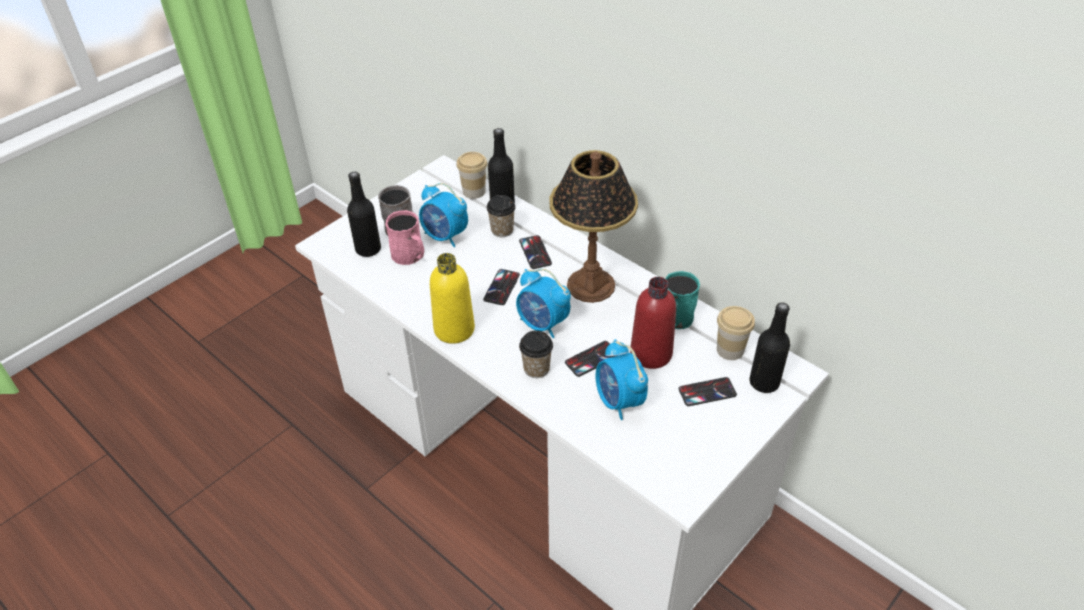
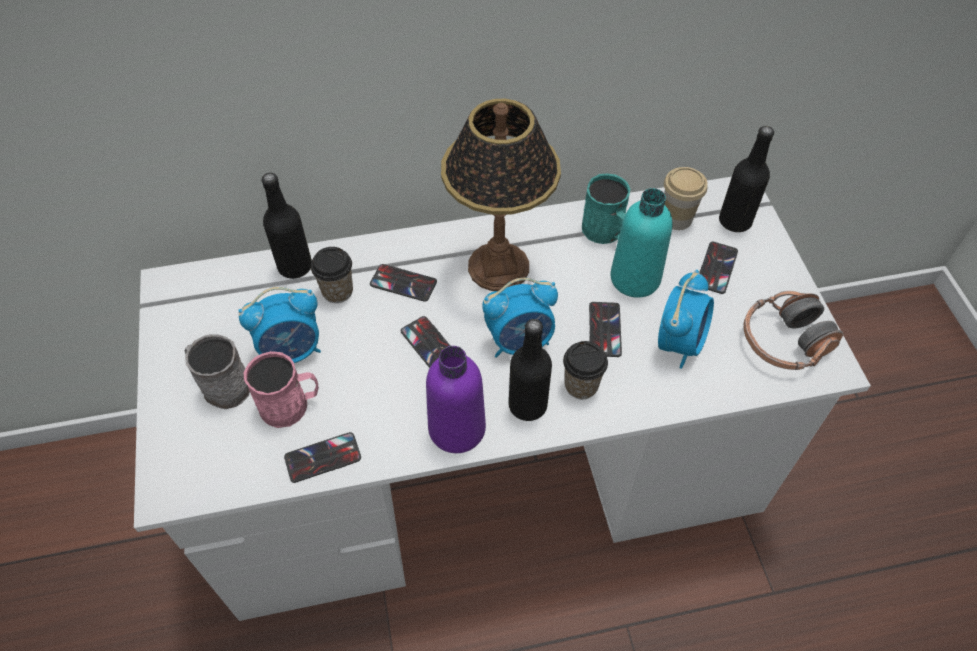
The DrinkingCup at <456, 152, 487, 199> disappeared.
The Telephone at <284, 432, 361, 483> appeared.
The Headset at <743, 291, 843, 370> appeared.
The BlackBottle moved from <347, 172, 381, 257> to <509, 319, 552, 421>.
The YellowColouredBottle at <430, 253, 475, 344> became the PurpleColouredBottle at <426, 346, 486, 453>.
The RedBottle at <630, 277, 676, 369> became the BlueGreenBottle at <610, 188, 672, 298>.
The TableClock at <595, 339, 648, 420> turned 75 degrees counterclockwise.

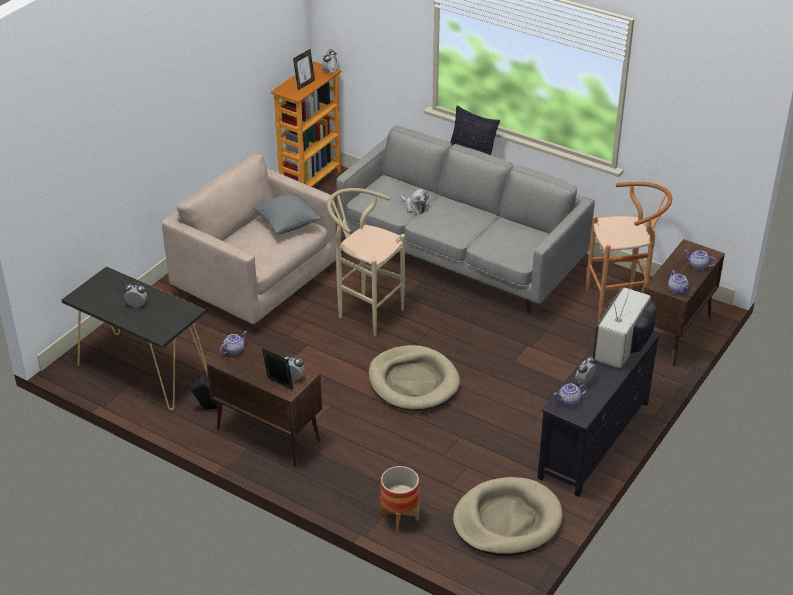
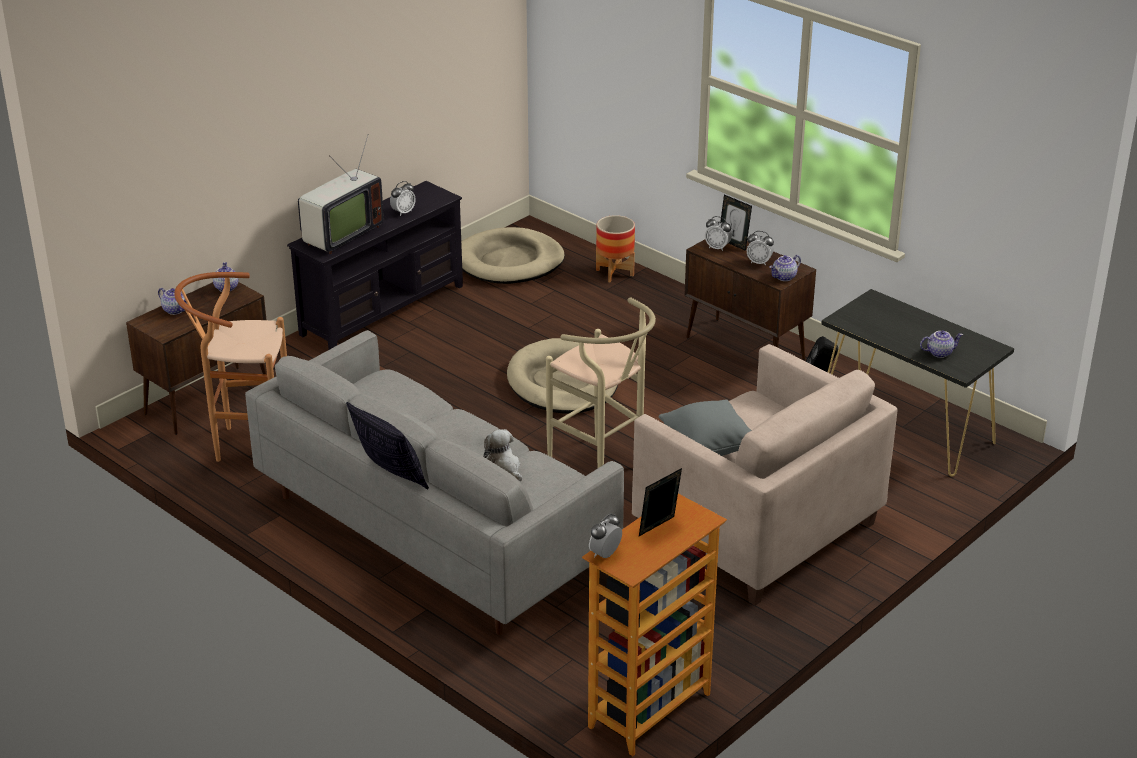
The TableClock moved from <124, 282, 147, 307> to <747, 231, 774, 266>.
The Teapot moved from <554, 384, 587, 406> to <920, 330, 963, 358>.

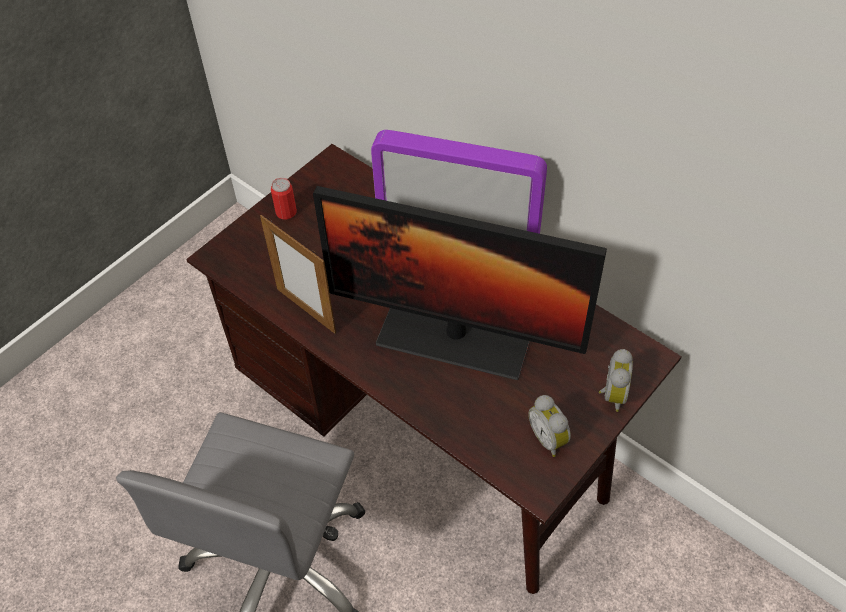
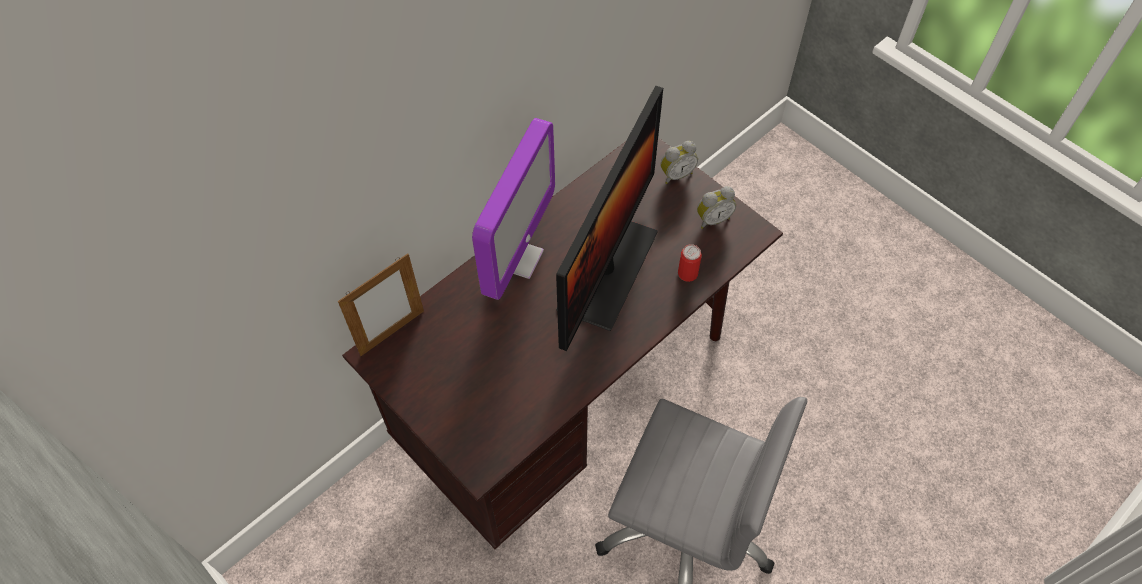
The PictureFrame moved from <260, 215, 336, 334> to <338, 253, 424, 356>.
The Can moved from <271, 178, 297, 219> to <678, 244, 702, 282>.
The TableClock at <599, 349, 633, 412> turned 135 degrees clockwise.

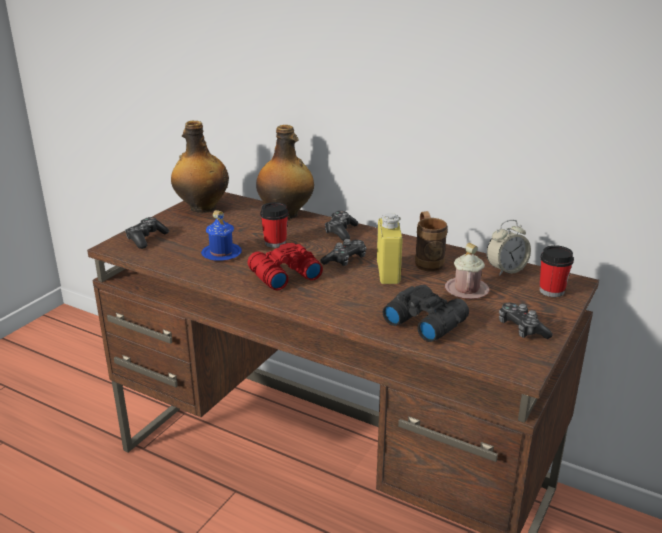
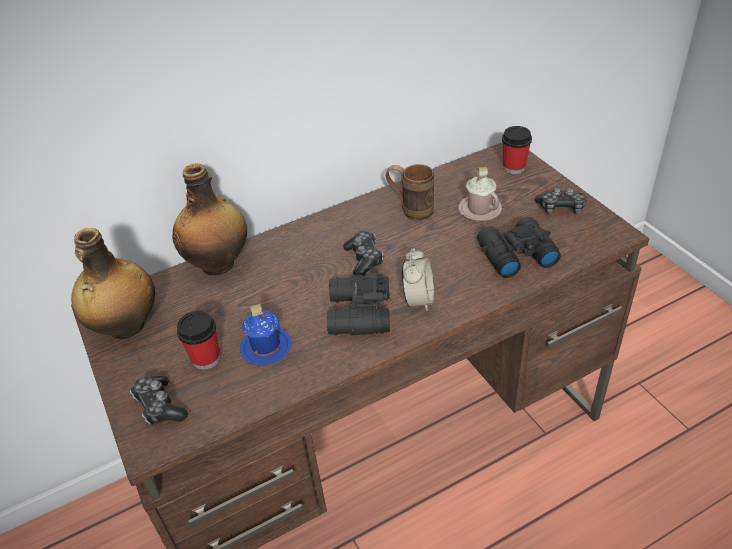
The GameController at <325, 211, 358, 241> disappeared.
The YellowColouredBottle at <377, 213, 402, 284> disappeared.
The DrinkingCup moved from <260, 202, 288, 248> to <177, 311, 220, 370>.
The TableClock moved from <486, 220, 531, 276> to <402, 248, 434, 312>.
The RedBinoculars at <248, 243, 323, 290> became the BlackBinoculars at <327, 273, 390, 335>.

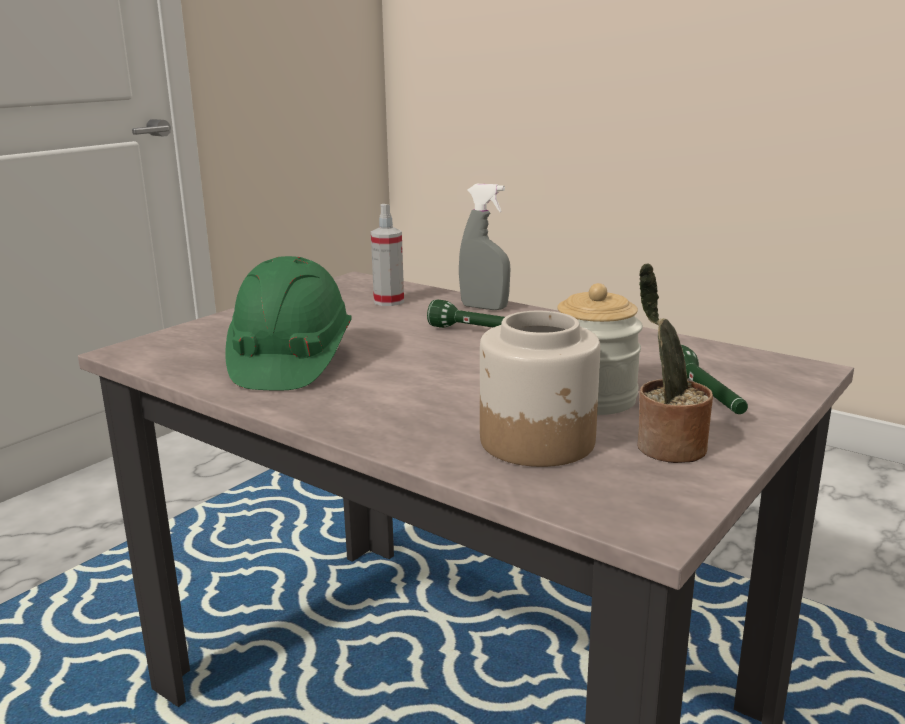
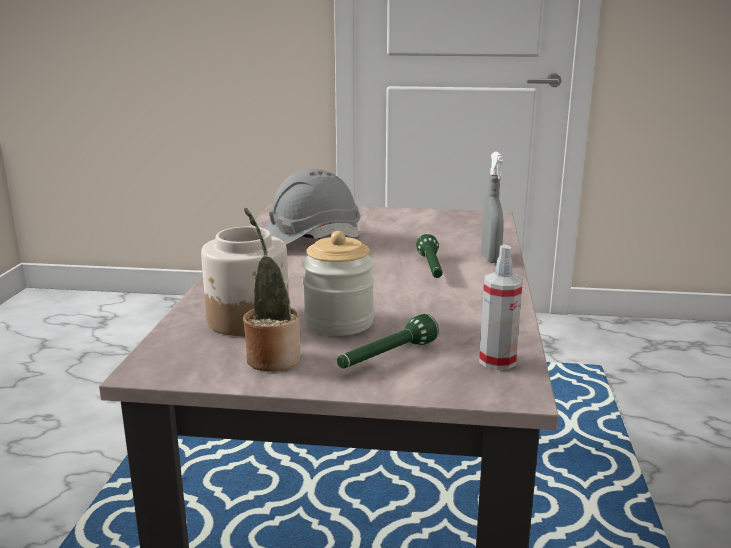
The HandSprayer moved from <371, 204, 404, 306> to <479, 245, 523, 370>.
The GreenSafetyHelmet at <225, 256, 352, 390> became the GreyishSafetyHelmet at <264, 169, 360, 245>.

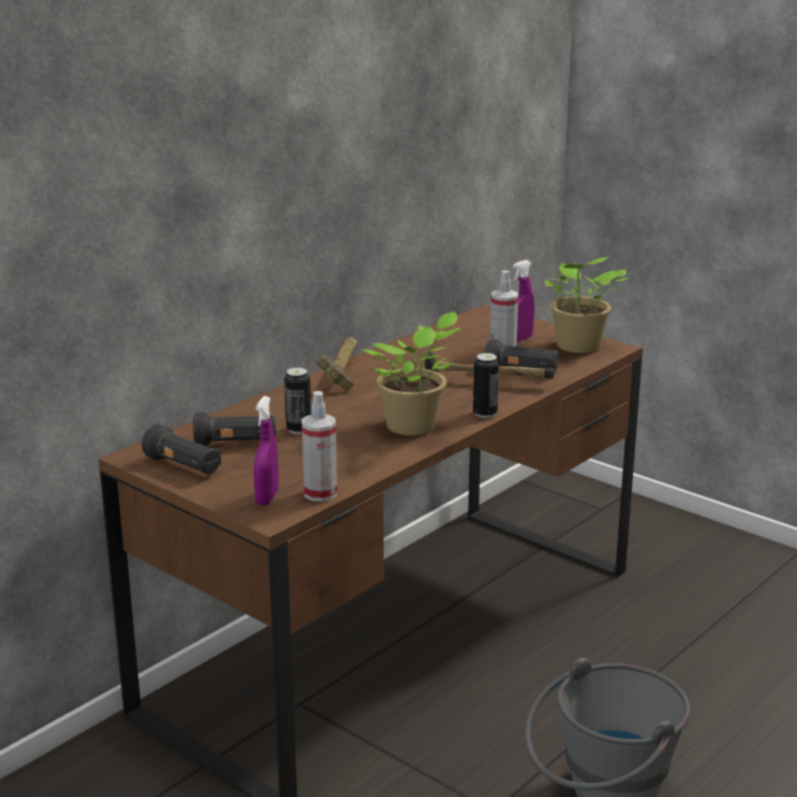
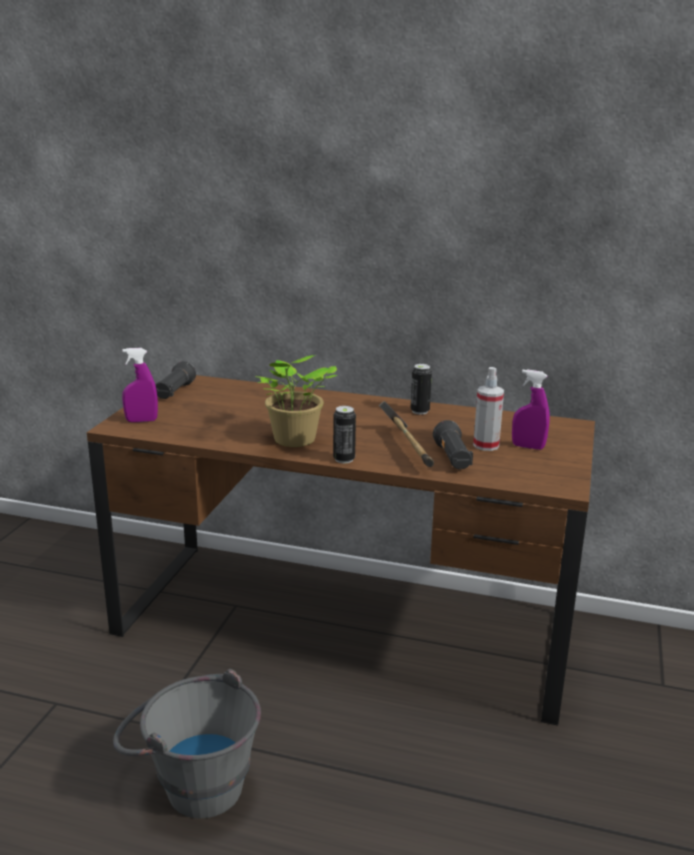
The BlackTorch at <193, 412, 276, 446> disappeared.
The HandSprayer at <302, 391, 337, 502> disappeared.
The HandHammer at <317, 337, 357, 391> disappeared.
The PottedPlant at <545, 257, 629, 353> disappeared.
The Can moved from <284, 367, 311, 434> to <411, 364, 432, 415>.

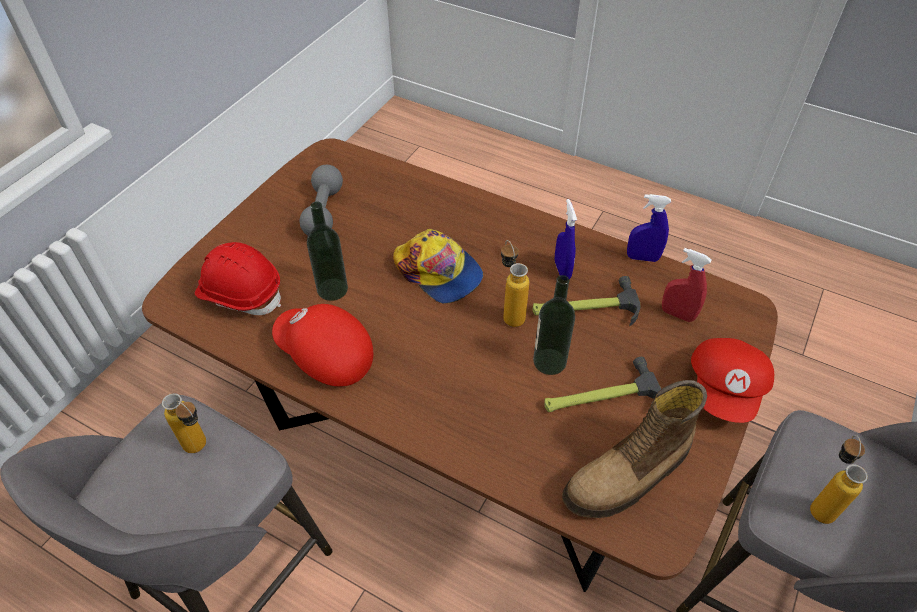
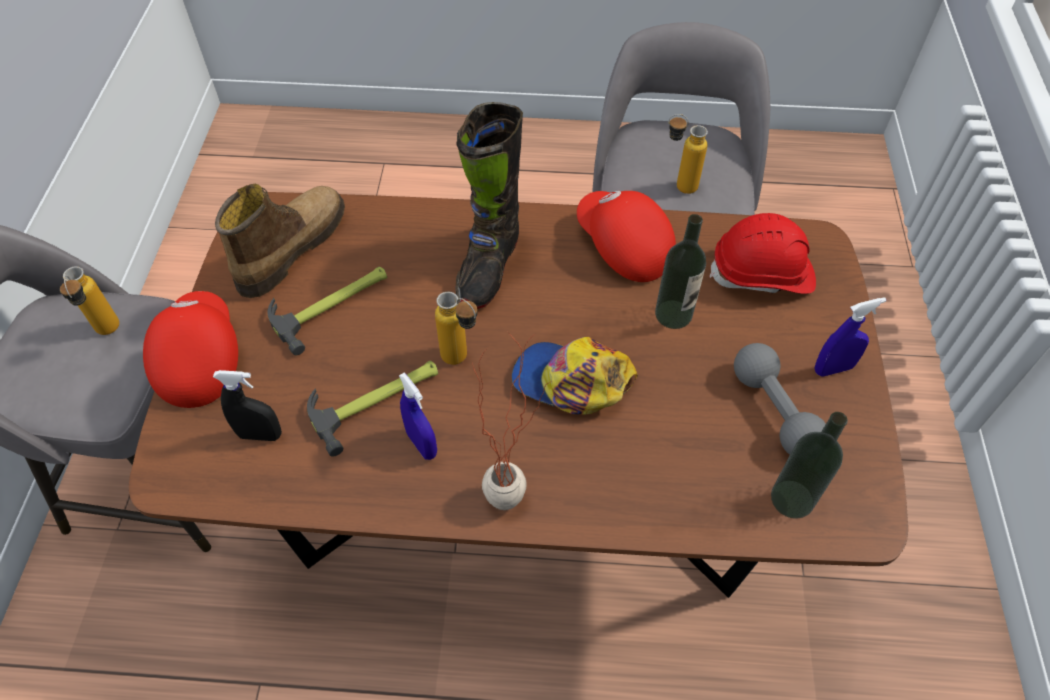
The BlackHighTopBoot at <455, 102, 523, 309> appeared.
The PottedPlant at <472, 331, 550, 510> appeared.
The Bottle moved from <533, 275, 575, 375> to <771, 412, 848, 519>.
The BlueColouredHandSprayer moved from <627, 194, 671, 262> to <815, 297, 886, 377>.
The RedHandSprayer at <662, 248, 712, 322> became the BlackHandSprayer at <213, 370, 282, 441>.
The RedCap at <272, 304, 373, 387> turned 135 degrees counterclockwise.

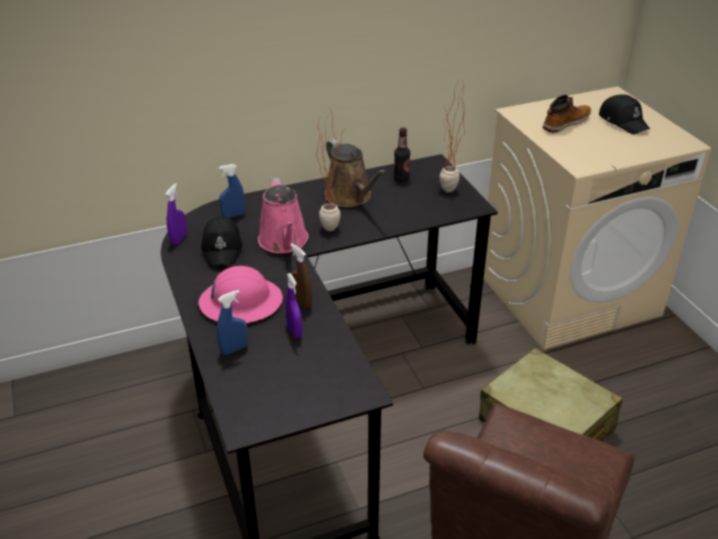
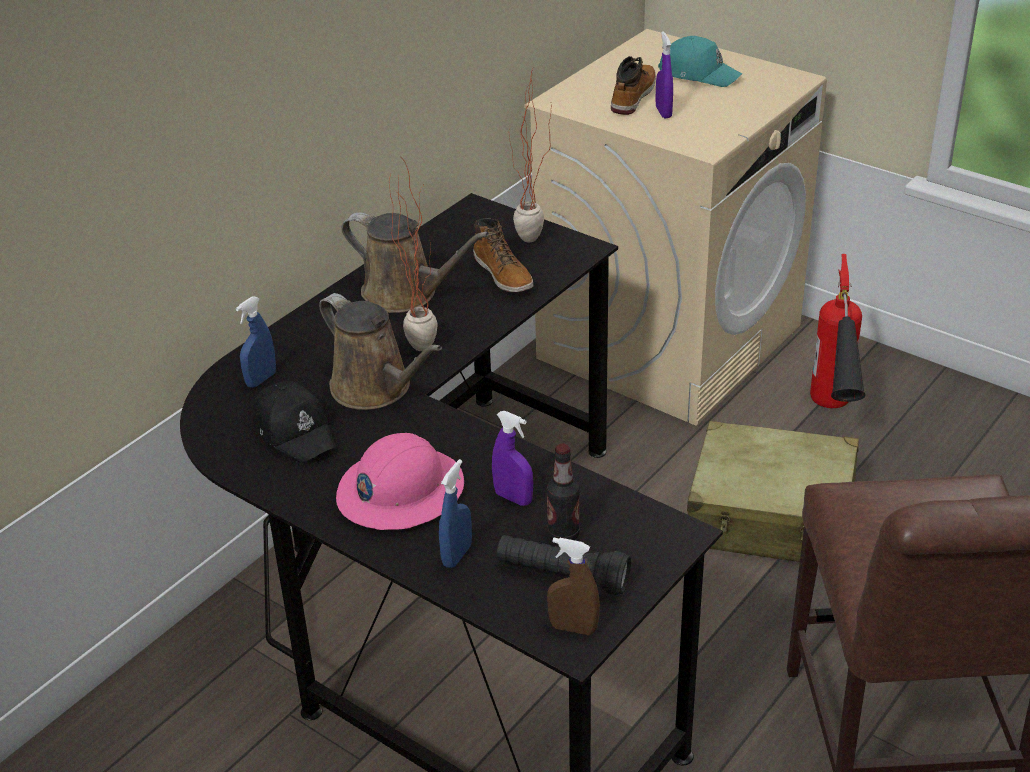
The HighTopBoot at <473, 218, 533, 292> appeared.
The BlackTorch at <497, 535, 631, 595> appeared.
The FireFightingCylinder at <810, 254, 866, 408> appeared.
The PurpleColouredHandSprayer moved from <165, 183, 187, 245> to <656, 31, 673, 118>.
The BrownHandSprayer moved from <290, 243, 312, 308> to <547, 538, 600, 635>.
The Bottle moved from <394, 128, 410, 182> to <546, 444, 580, 540>.
The PinkWateringCan at <258, 178, 309, 253> became the BrownWateringCan at <319, 293, 442, 410>.
The BlackCap at <599, 94, 650, 134> became the BlueGreenCap at <658, 36, 742, 87>.

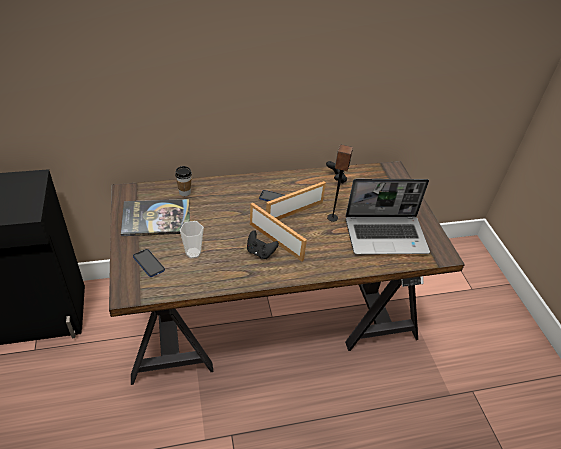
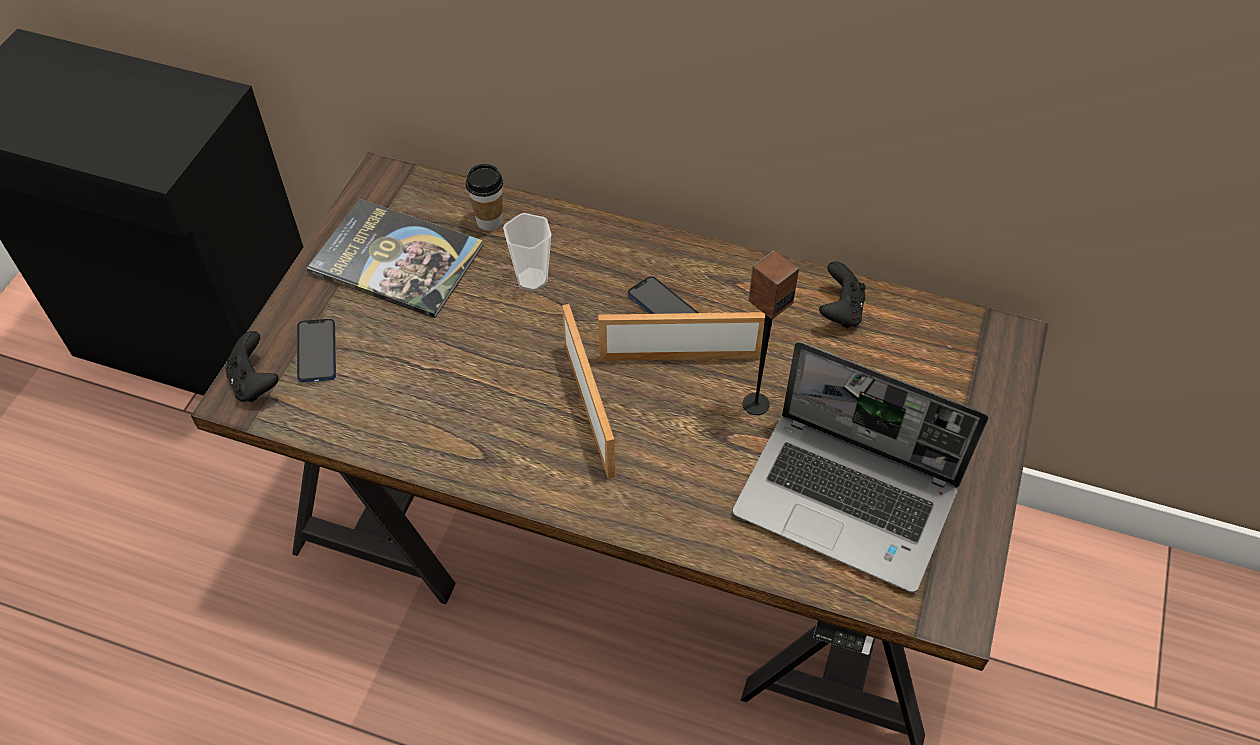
The DrinkingCup moved from <180, 221, 204, 259> to <503, 213, 551, 291>.
The BlackGameController moved from <247, 230, 279, 259> to <225, 331, 279, 402>.

